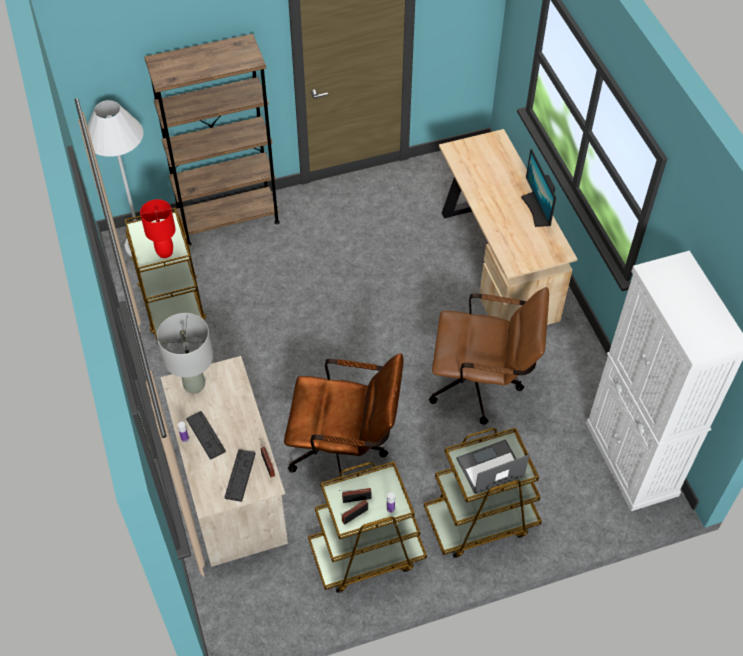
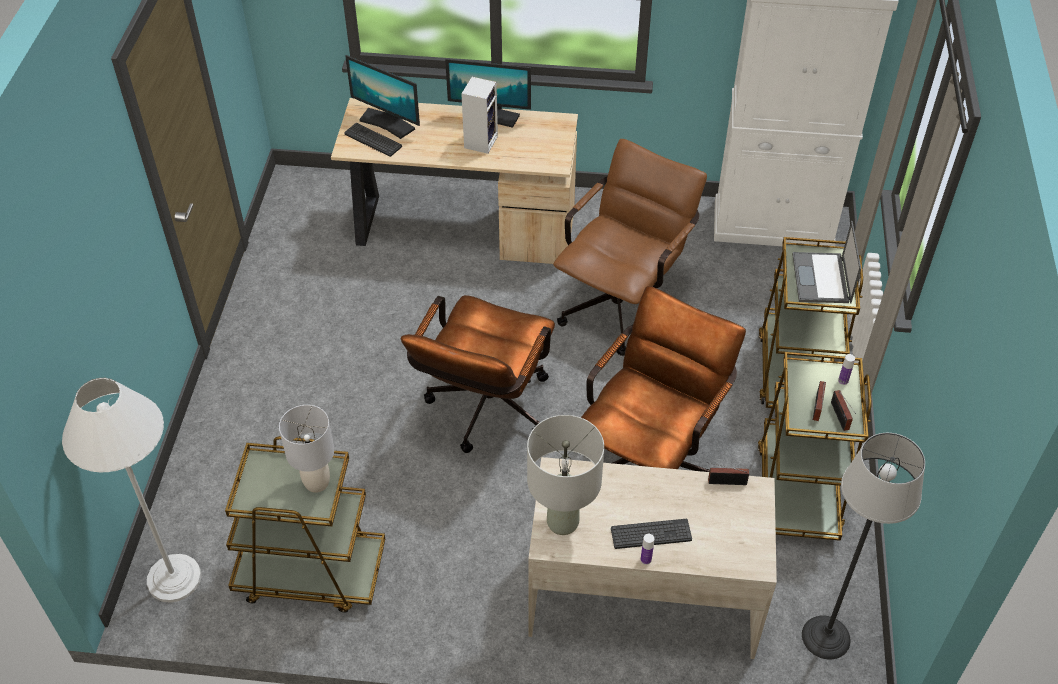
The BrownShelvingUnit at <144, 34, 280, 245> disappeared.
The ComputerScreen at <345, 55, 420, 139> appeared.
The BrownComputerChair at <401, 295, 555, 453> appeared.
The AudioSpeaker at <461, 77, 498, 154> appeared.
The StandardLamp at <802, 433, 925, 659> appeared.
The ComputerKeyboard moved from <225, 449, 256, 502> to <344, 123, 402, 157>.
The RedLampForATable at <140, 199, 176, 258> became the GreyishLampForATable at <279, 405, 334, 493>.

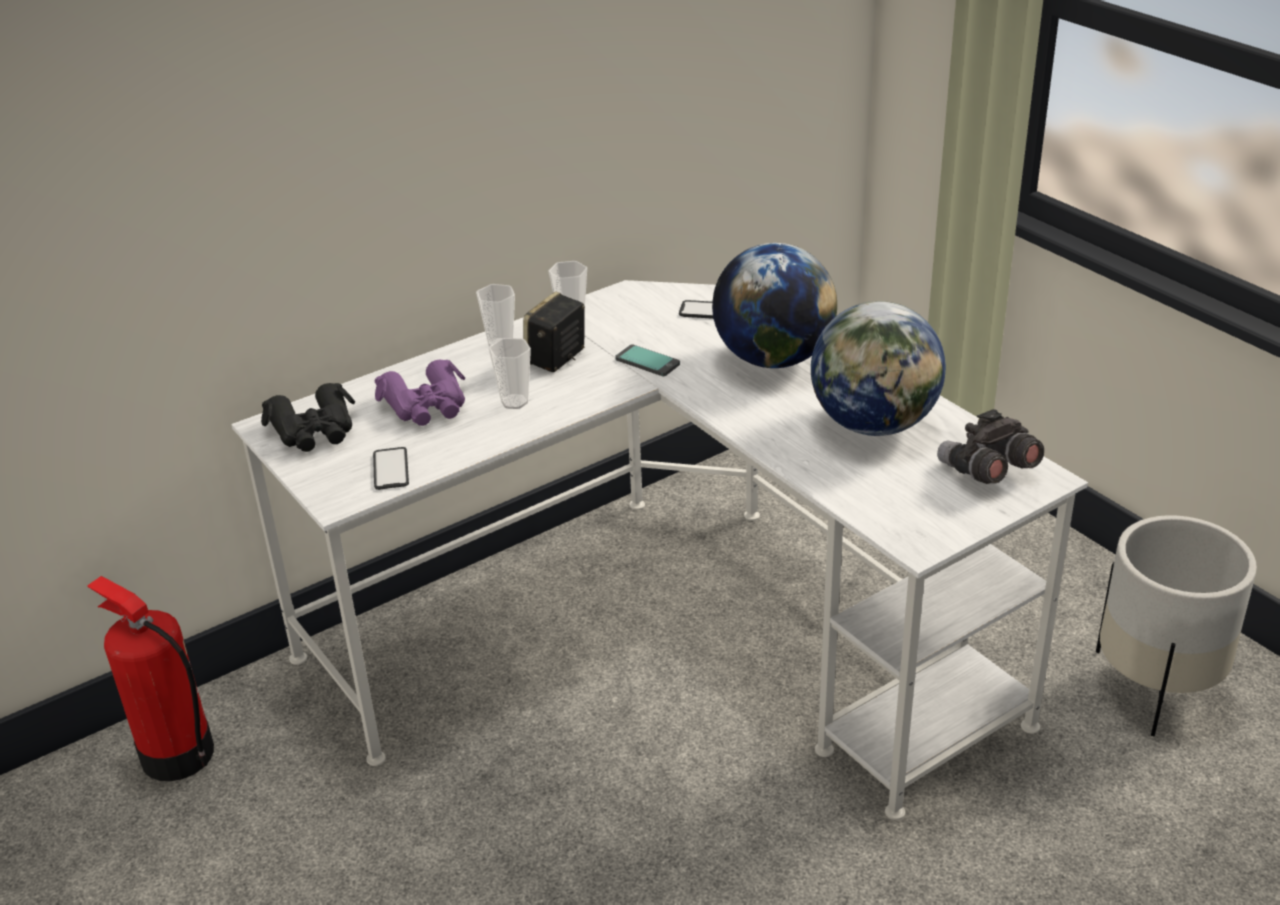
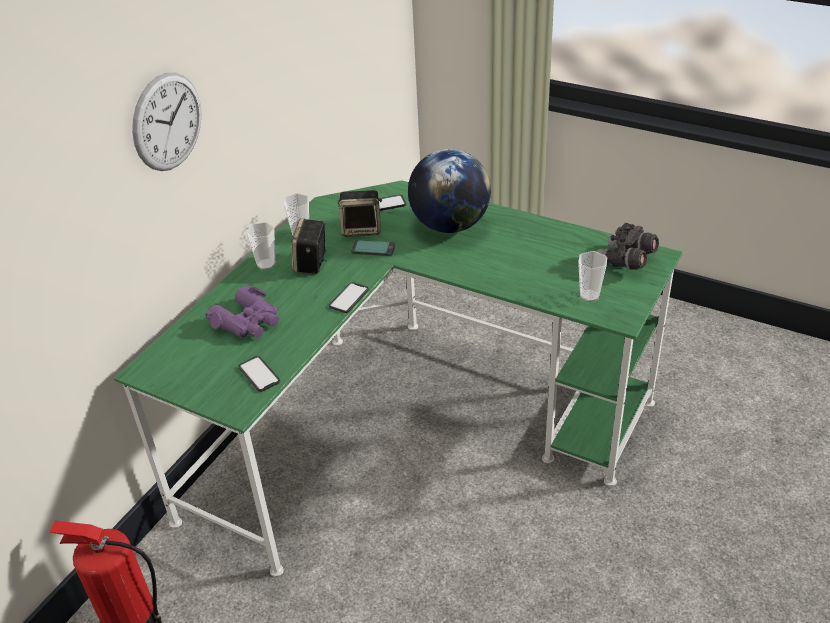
The BlackBinoculars at <261, 383, 355, 452> disappeared.
The DeskGlobe at <811, 301, 946, 436> disappeared.
The WhitePlantPot at <1096, 515, 1257, 736> disappeared.
The WallClock at <132, 73, 201, 171> appeared.
The Telephone at <329, 282, 369, 313> appeared.
The AudioSpeaker at <338, 190, 382, 237> appeared.
The DrinkingCup moved from <488, 338, 531, 409> to <578, 251, 607, 302>.
The WhiteDeskUnit at <231, 280, 1088, 820> became the GreenDeskUnit at <114, 180, 683, 577>.

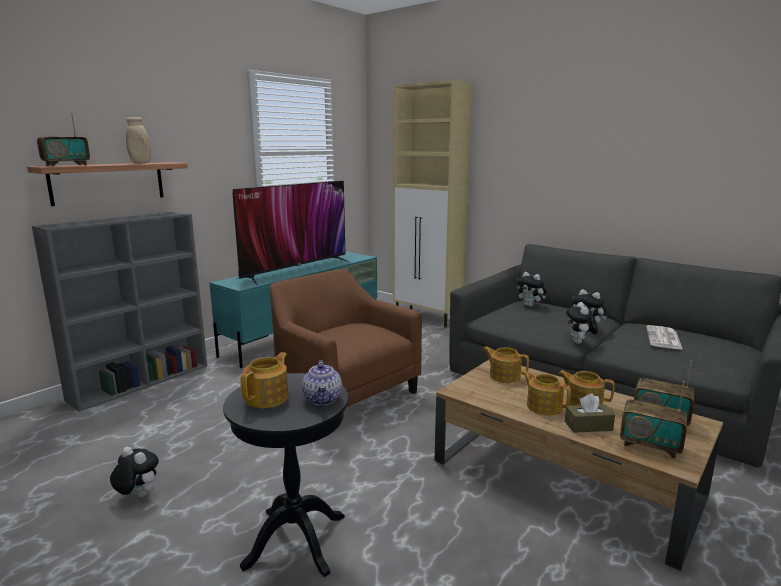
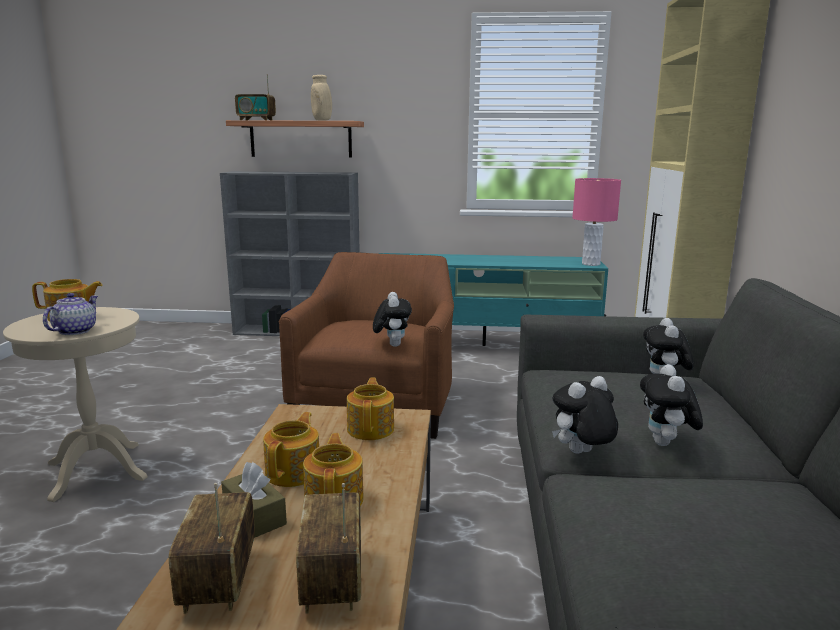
The Television at <233, 181, 348, 284> disappeared.
The PrintedPaper at <646, 325, 683, 350> disappeared.
The PinkLampForATable at <572, 178, 621, 266> appeared.
The CuddlyToy moved from <110, 447, 159, 498> to <373, 292, 412, 347>.
The BlackSideTable at <223, 373, 349, 577> became the BeigeColouredSideTable at <3, 307, 148, 502>.
The Teapot at <302, 360, 342, 405> turned 150 degrees clockwise.

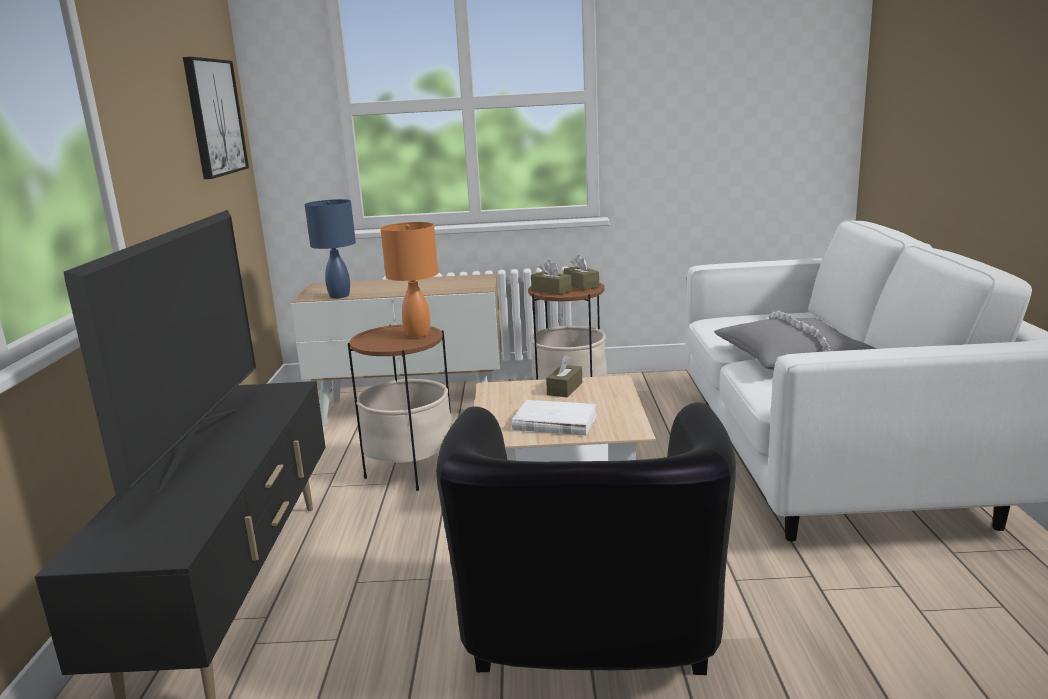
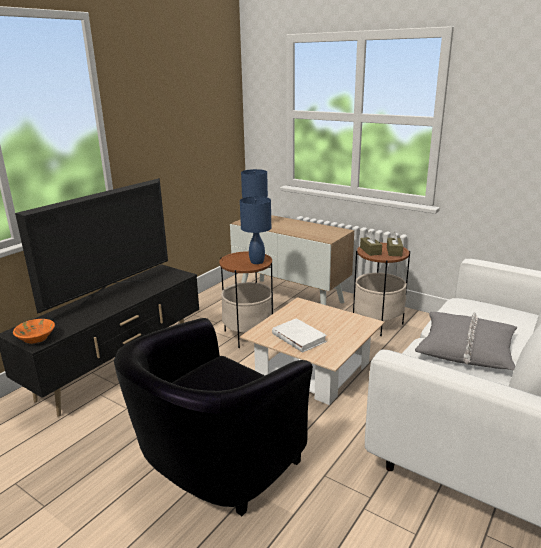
The Picture at <183, 57, 249, 179> disappeared.
The BrownTissueBox at <546, 355, 582, 397> disappeared.
The OrangeBowl at <13, 319, 55, 344> appeared.
The OrangeLampForATable at <381, 222, 438, 338> became the BlueColouredLampForATable at <240, 196, 271, 264>.

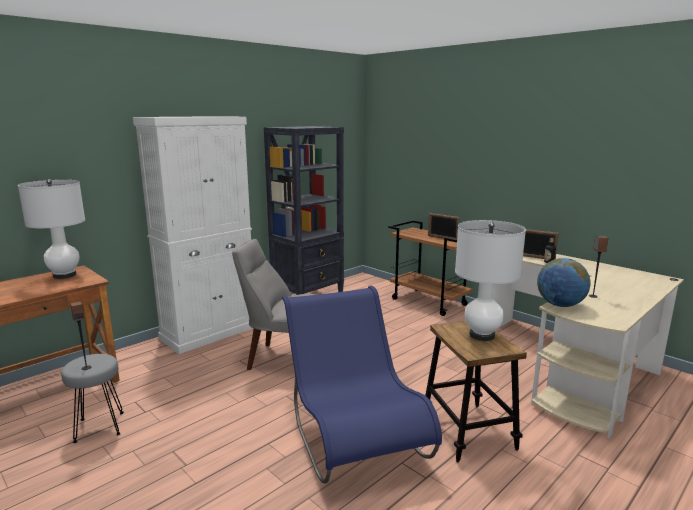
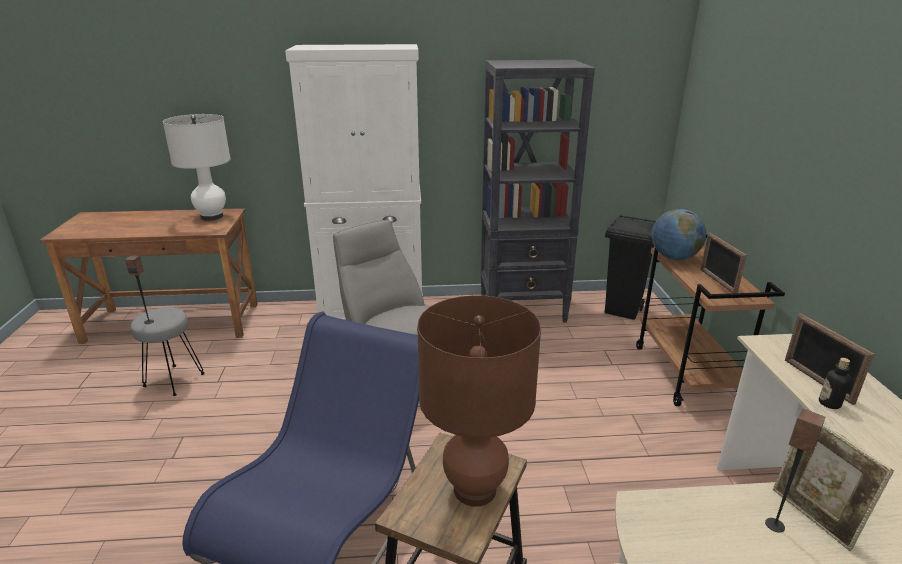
The BlackRubbishBin at <605, 215, 656, 320> appeared.
The PictureFrame at <773, 424, 894, 551> appeared.
The DeskGlobe moved from <537, 258, 591, 307> to <652, 209, 706, 260>.
The WhiteLampForATable at <455, 220, 526, 341> became the BrownLampForATable at <417, 295, 541, 507>.

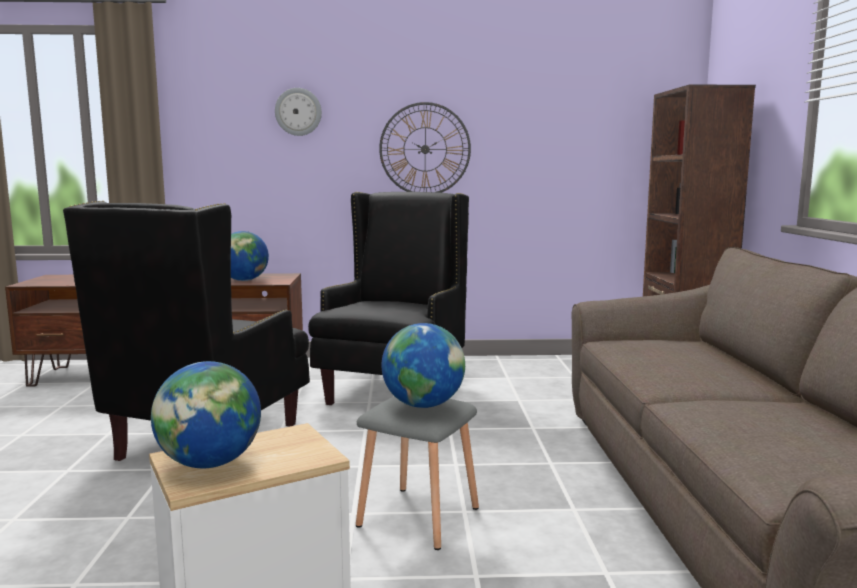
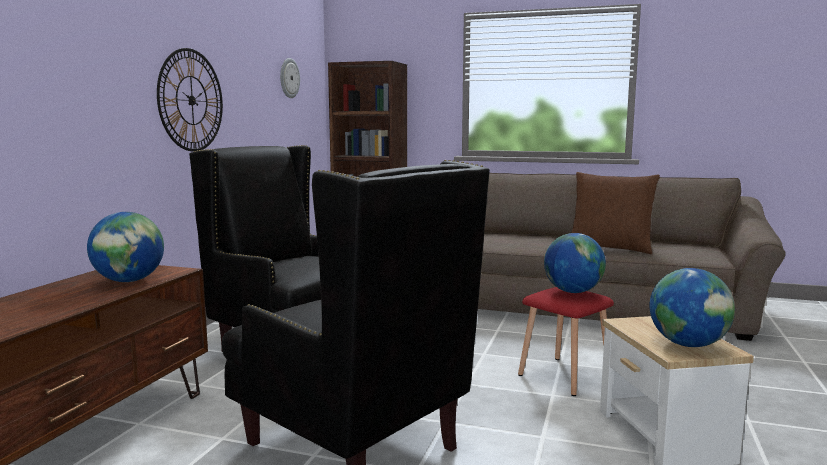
The BrownThrowPillow at <571, 172, 660, 254> appeared.
The WallClock moved from <275, 88, 322, 136> to <280, 58, 300, 98>.
The GreyishStool at <356, 396, 479, 550> became the RedStool at <518, 287, 614, 396>.

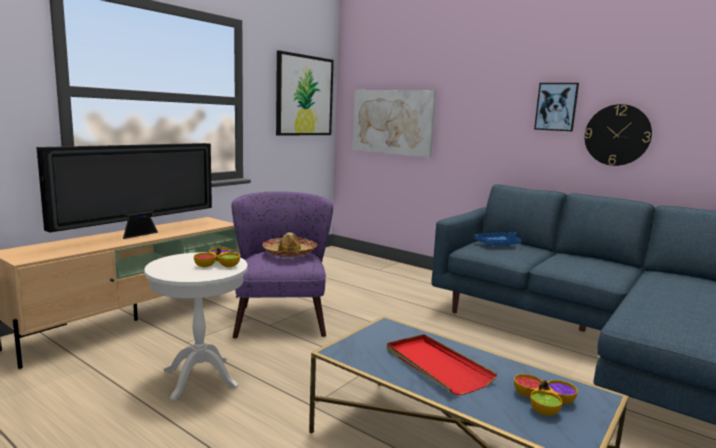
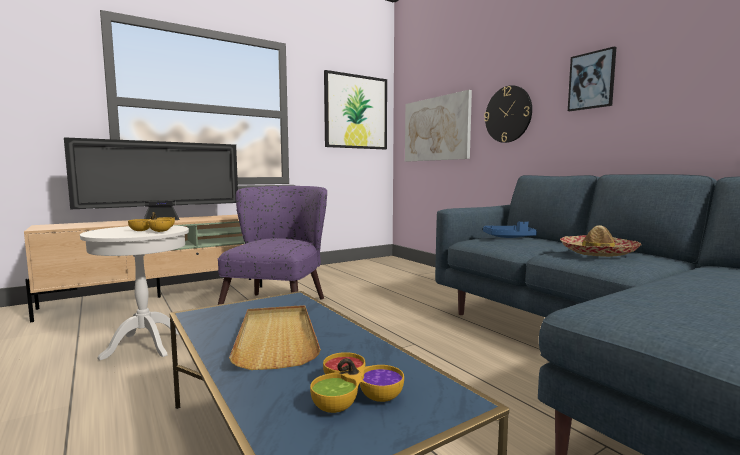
The ClothingHat moved from <263, 232, 317, 257> to <560, 225, 642, 257>.
The WallClock moved from <585, 104, 652, 166> to <484, 85, 532, 143>.
The RedCarryingTray at <387, 334, 497, 395> became the BeigeColouredCarryingTray at <229, 305, 321, 370>.

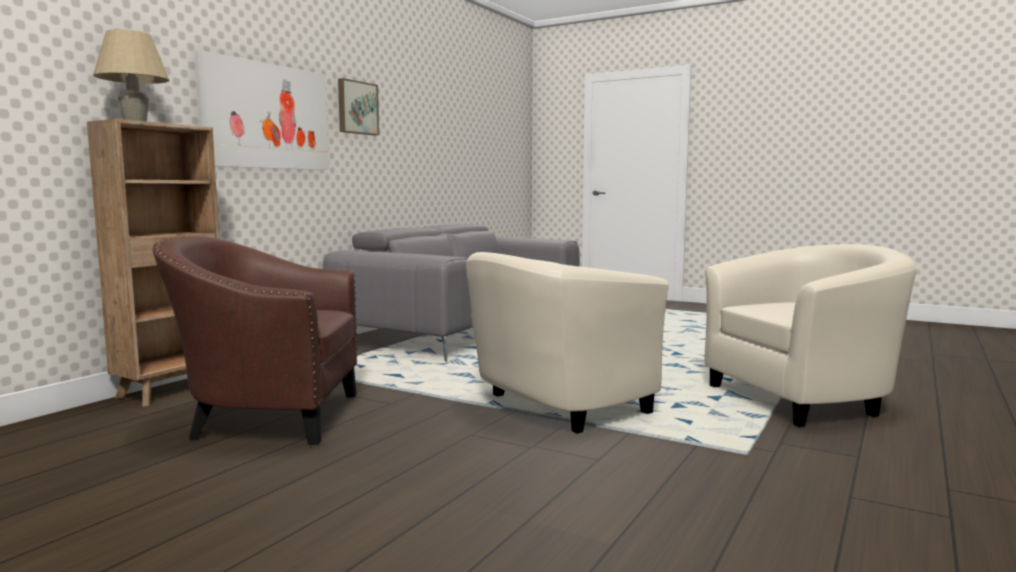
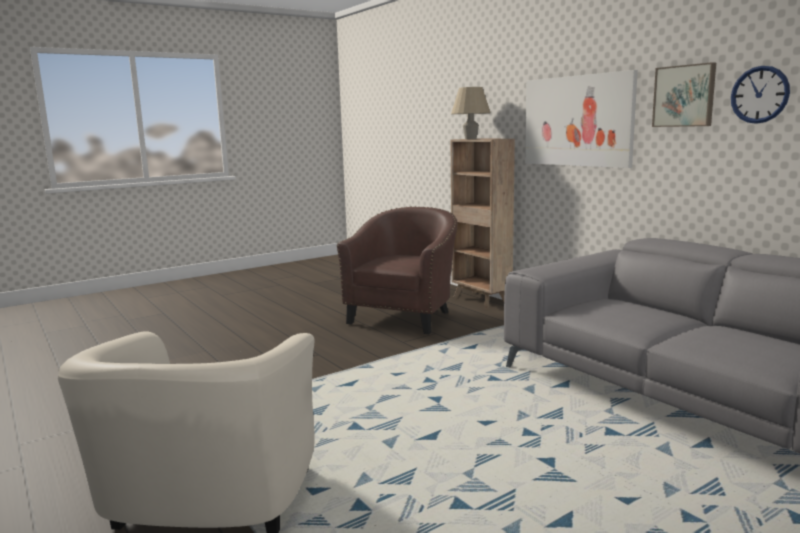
The BeigeColouredLoungeChair at <466, 252, 669, 434> disappeared.
The WallClock at <731, 66, 790, 124> appeared.

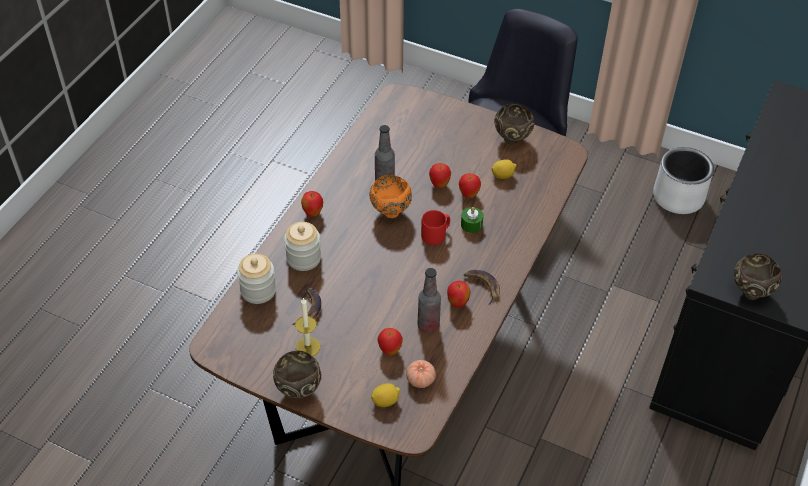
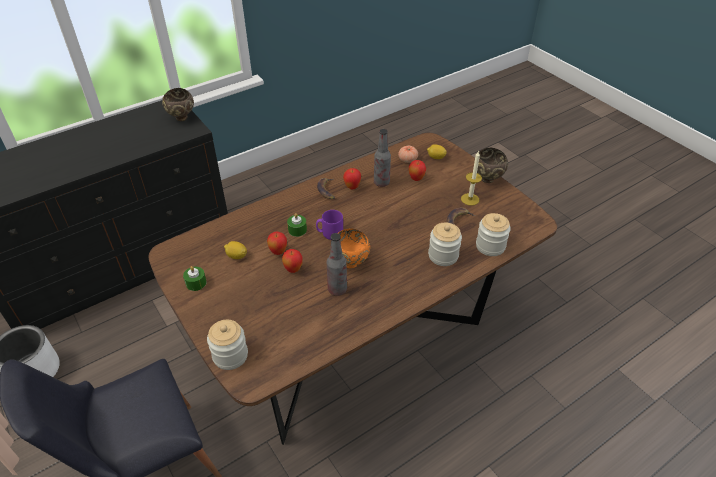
The Apple at <301, 191, 323, 217> disappeared.
The StorageJar at <207, 320, 248, 370> appeared.
The BrownBowl at <495, 103, 534, 145> was replaced by the GreenWaxLight at <183, 266, 207, 291>.
The RedMug at <421, 210, 450, 245> became the PurpleColouredMug at <316, 210, 343, 240>.

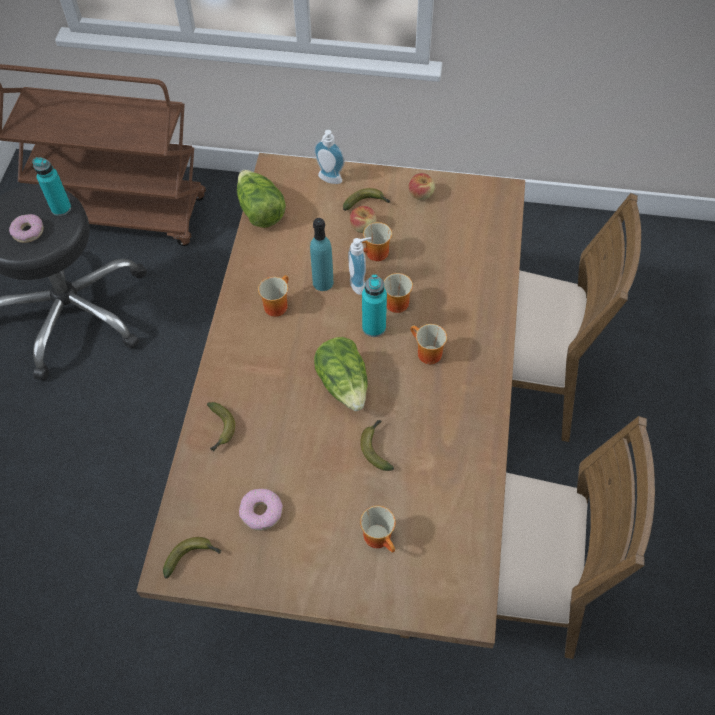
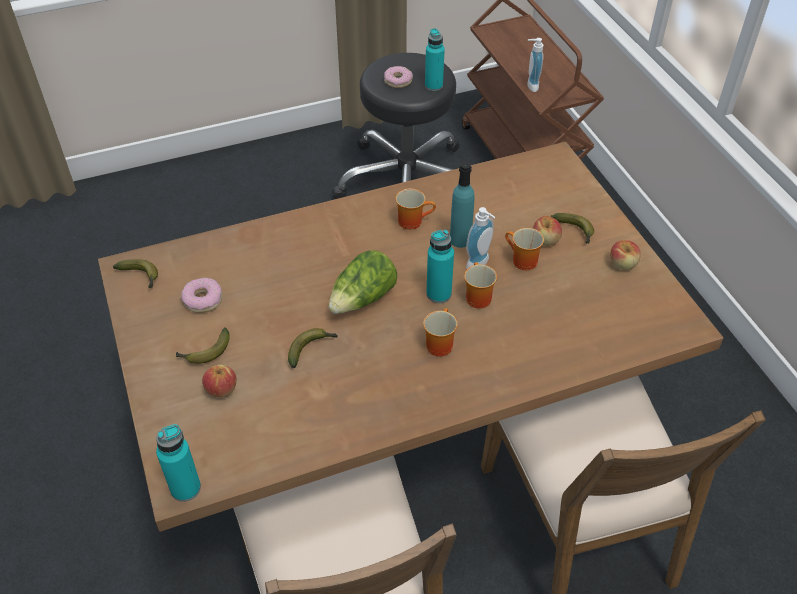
The LettuceHead at <237, 170, 286, 228> disappeared.
The BlueGreenBottle at <156, 424, 201, 502> appeared.
The BananaFruit moved from <207, 402, 235, 451> to <176, 327, 230, 364>.
The SoapDispenser moved from <314, 130, 345, 184> to <527, 38, 543, 92>.
The Mug at <360, 506, 396, 552> was replaced by the Apple at <202, 365, 237, 398>.

